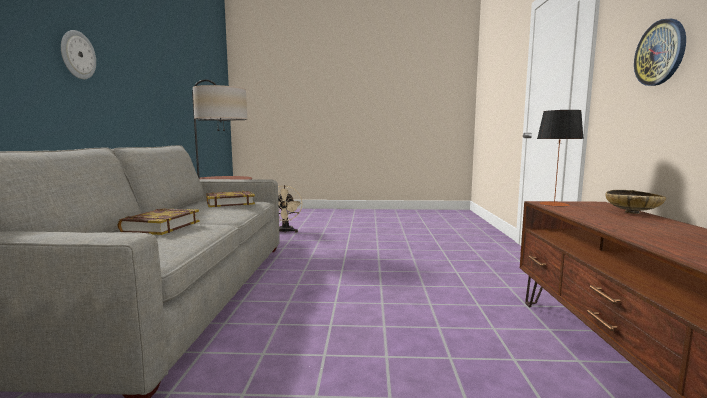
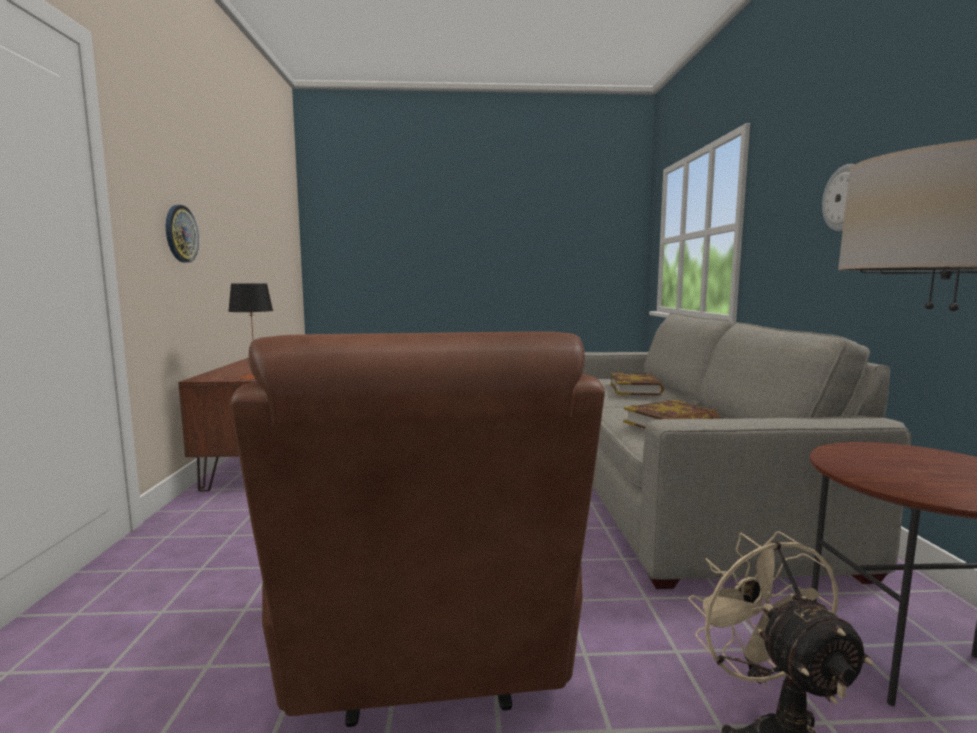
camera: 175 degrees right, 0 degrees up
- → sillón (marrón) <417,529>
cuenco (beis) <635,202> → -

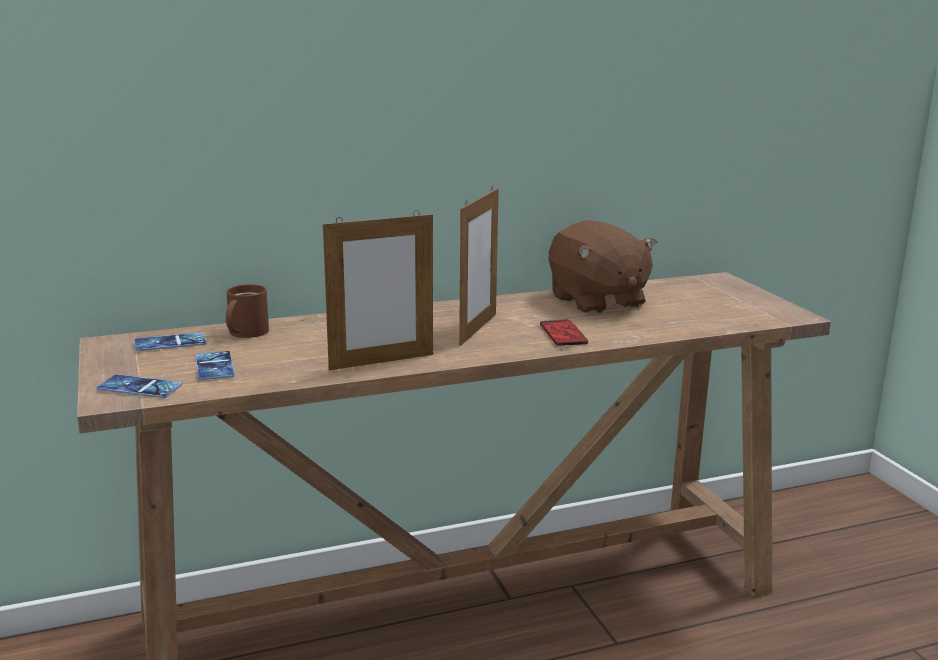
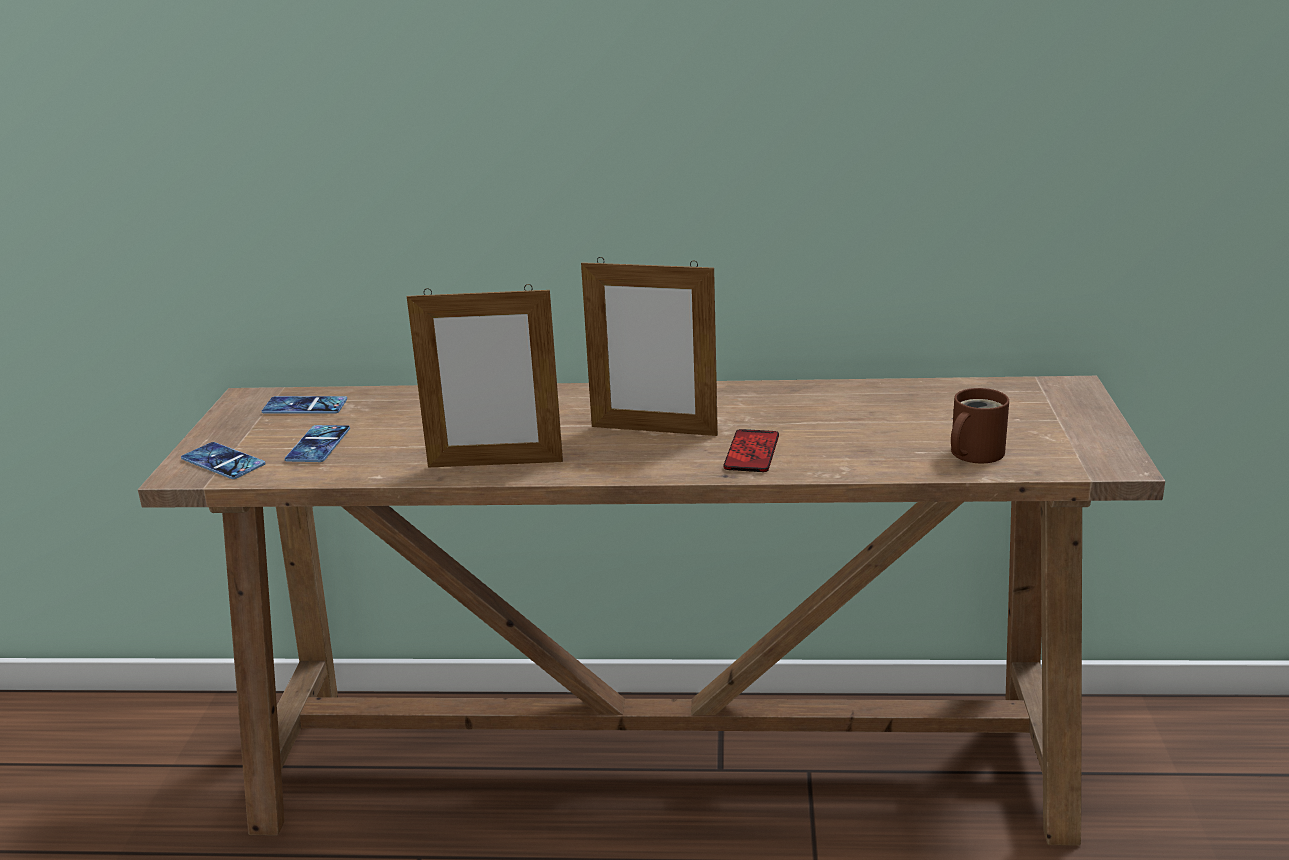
camera: 25 degrees right, 5 degrees up
portarretratos <479,266> → portarretratos <649,346>, 60 degrees clockwise
taza grande (marrón) <247,311> → taza grande (marrón) <980,425>, move
peluche (marrón) <603,267> → -

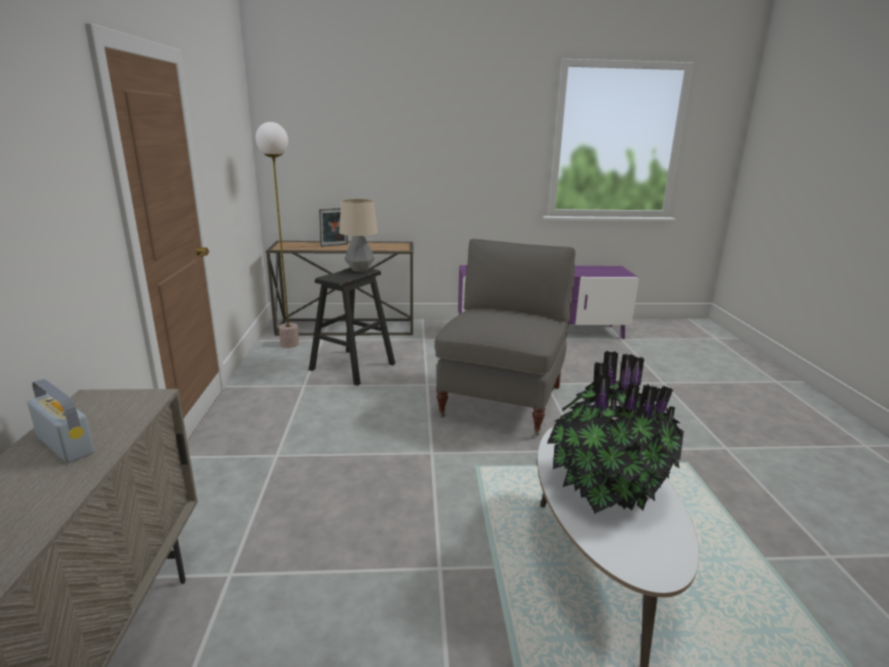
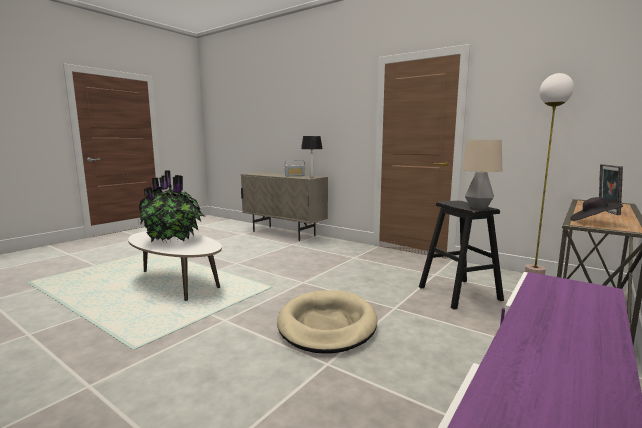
camera: 130 degrees right, 10 degrees down
sillón (gris) <505,337> → cama para perro (beis) <327,322>
- → lámpara de mesa <311,157>
- → sombrero (negro) <596,209>

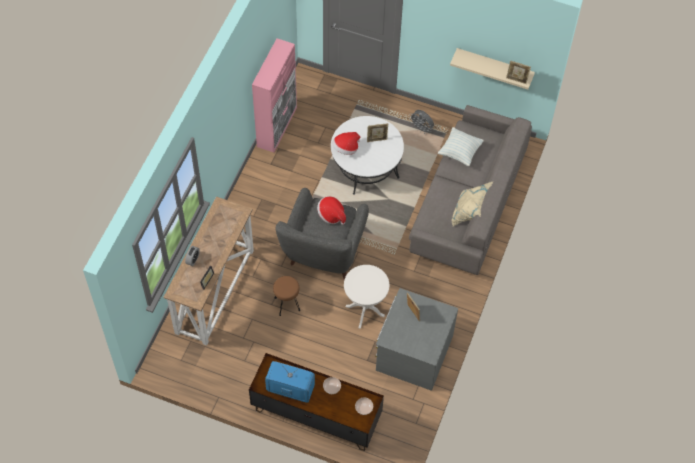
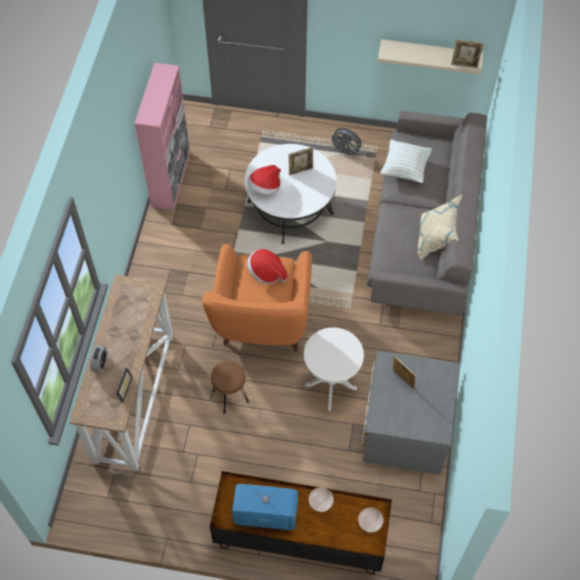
camera: 10 degrees left, 0 degrees up
sillón (gris) <322,234> → sillón (naranja) <257,298>

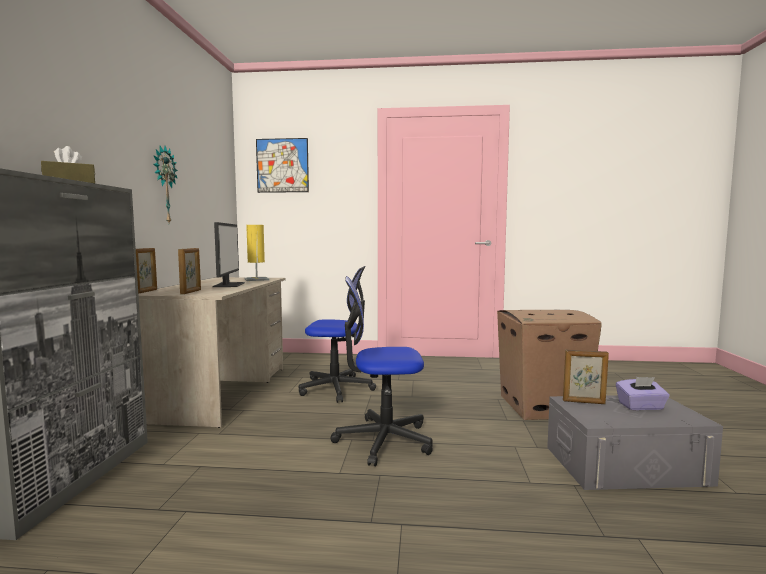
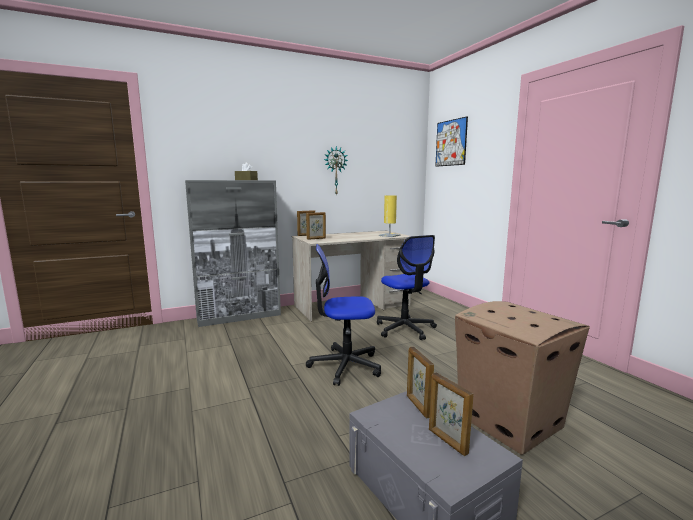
camera: 60 degrees right, 5 degrees up
silla de oficina <382,371> → silla de oficina <343,315>, 60 degrees counterclockwise
caja de pañuelos (morado) <642,393> → portarretratos <451,414>
monitor <228,254> → -

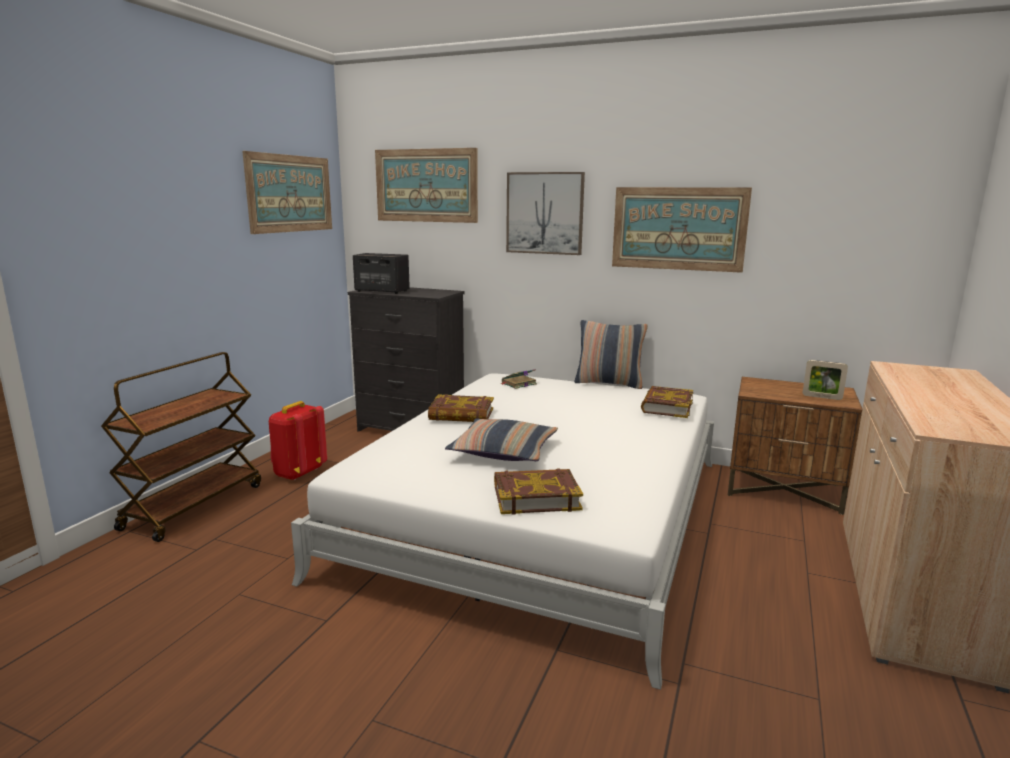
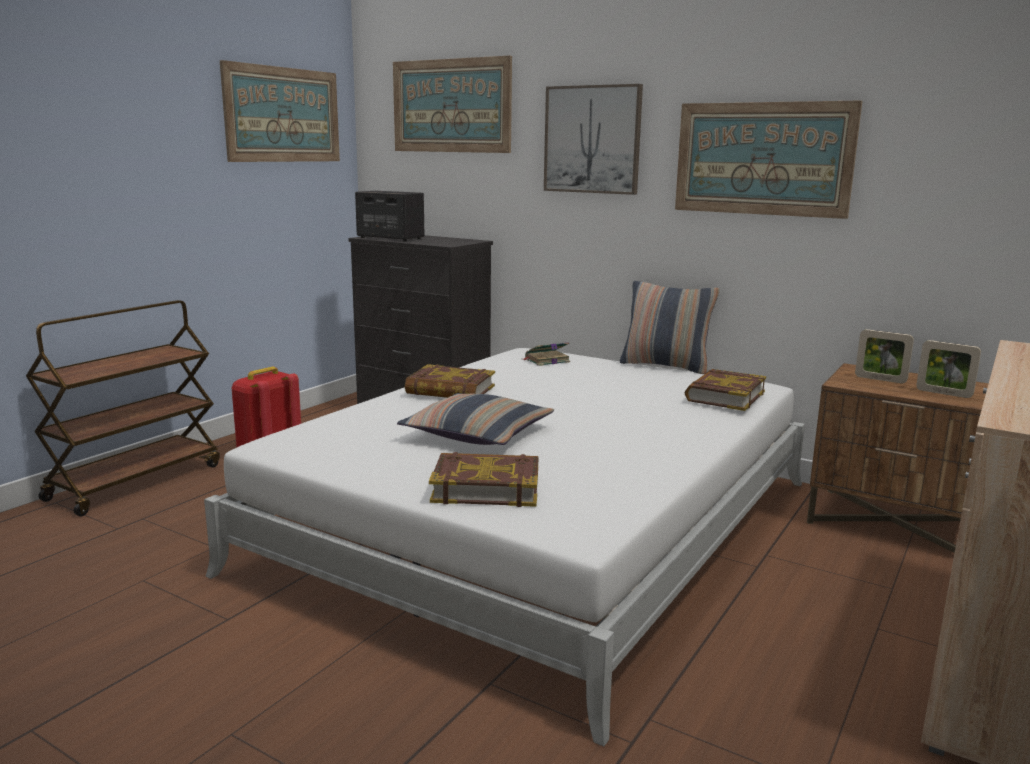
camera: 10 degrees right, 0 degrees up
- → portarretratos <884,356>

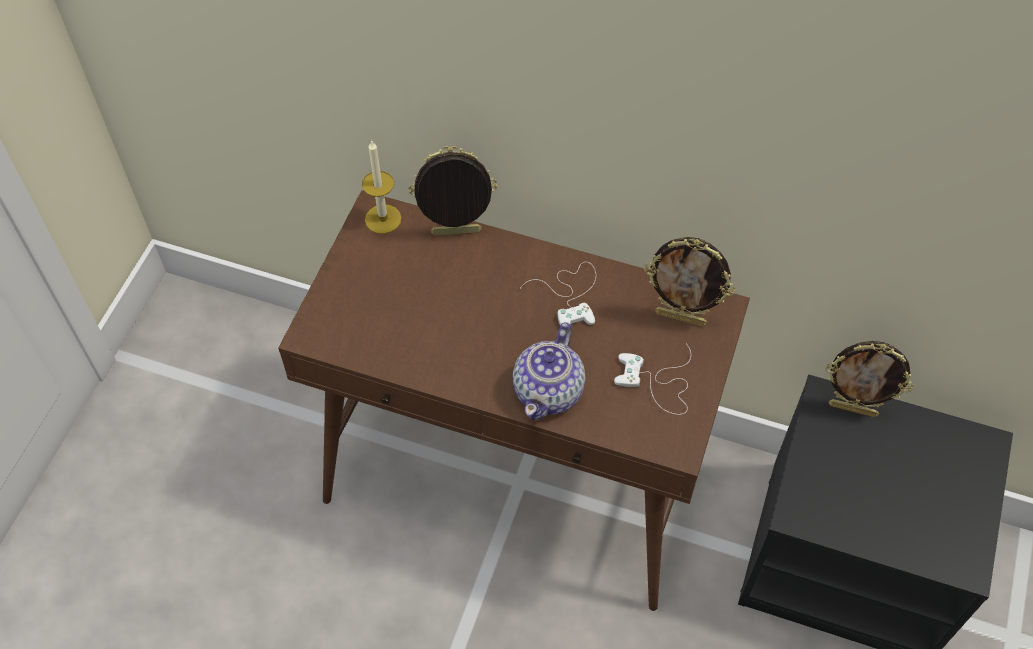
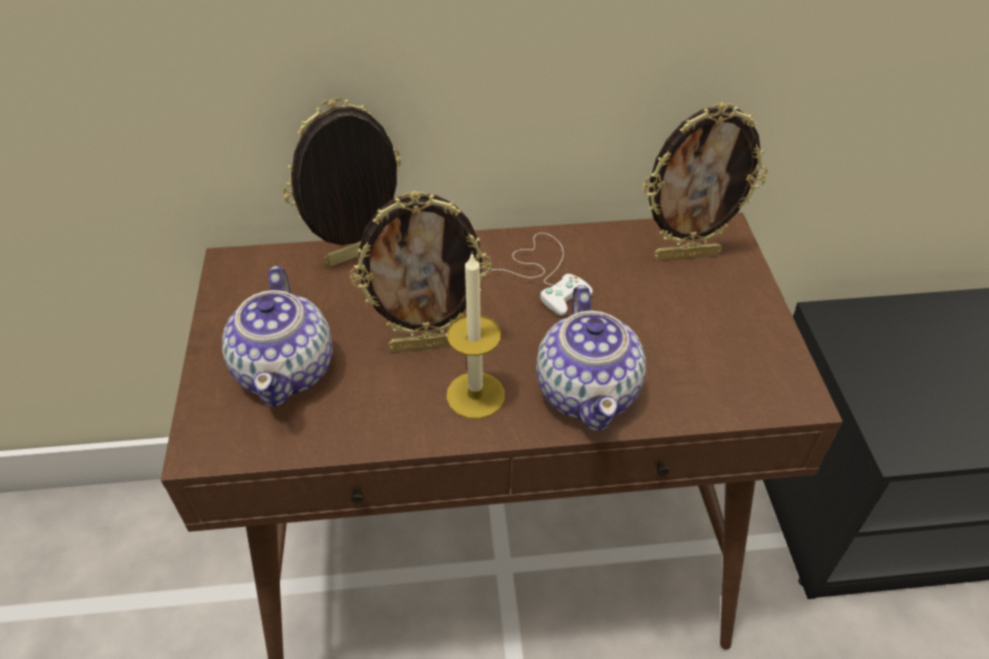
camera: 25 degrees left, 10 degrees down
- → tetera <277,336>
portarretratos <869,379> → portarretratos <421,271>, move
vela <382,187> → vela <475,335>, move
mando de consola (blanco) <652,379> → -

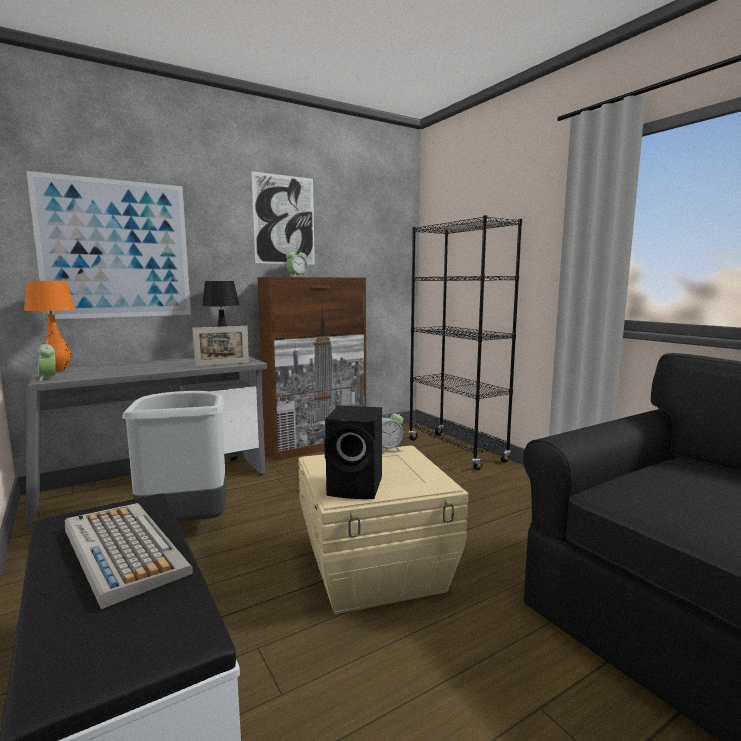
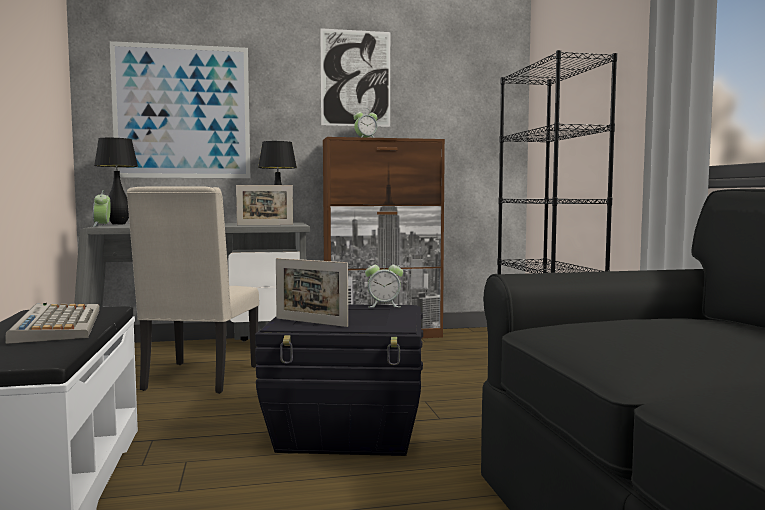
camera: 20 degrees right, 5 degrees down
lámpara de mesa (naranja) <49,326> → lámpara de mesa (negro) <116,181>
papelera (gris) <174,456> → silla (beis) <192,290>
caja de almacenaje (beis) <383,529> → caja de almacenaje (negro) <339,380>
altavoz (negro) <353,452> → portarretratos <312,292>

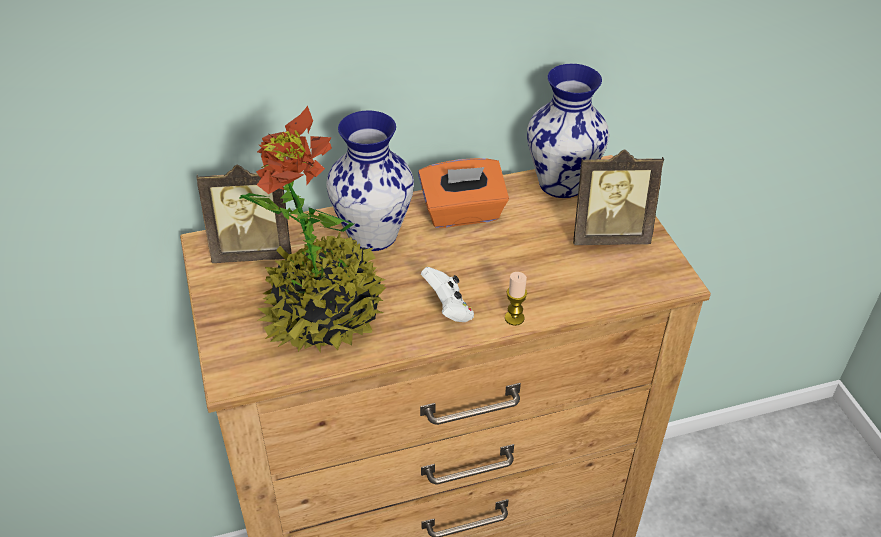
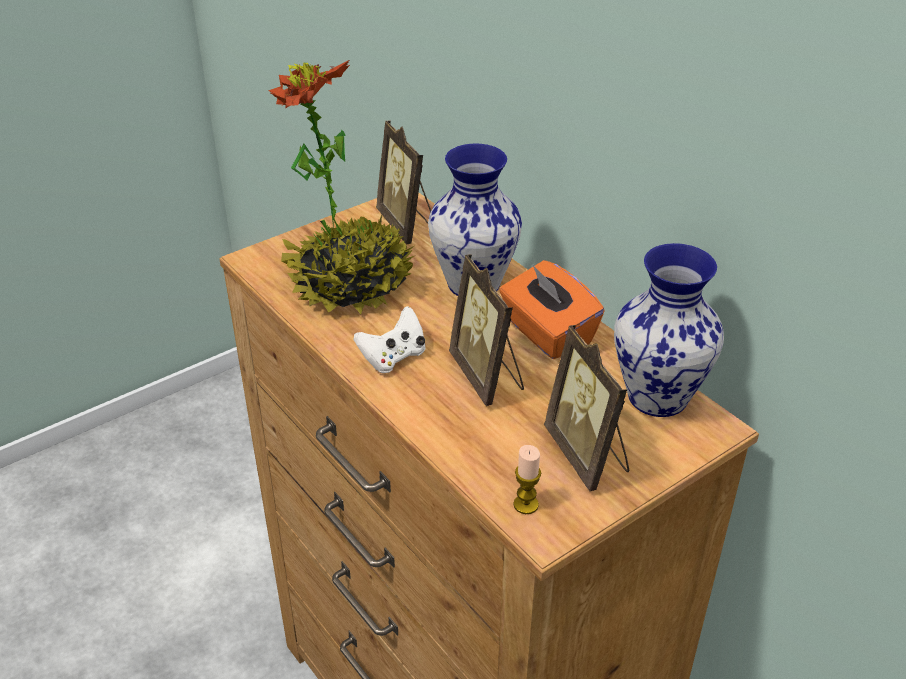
camera: 70 degrees right, 5 degrees down
- → portarretratos <486,330>
vela <516,299> → vela <527,479>, move

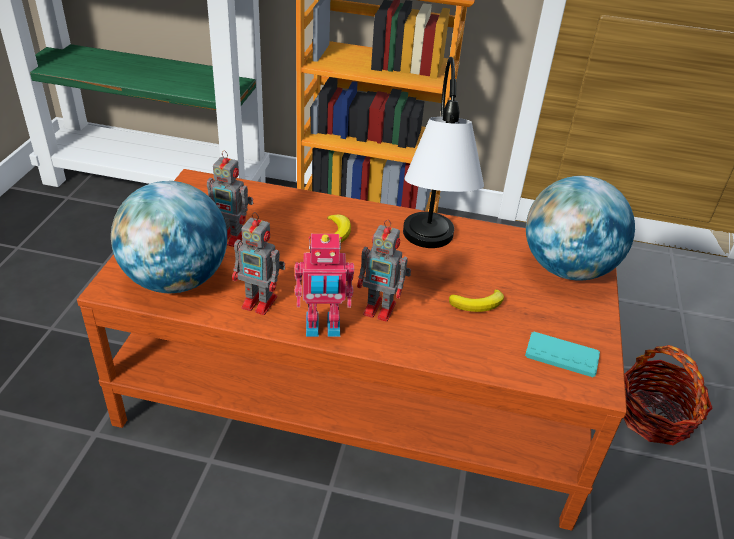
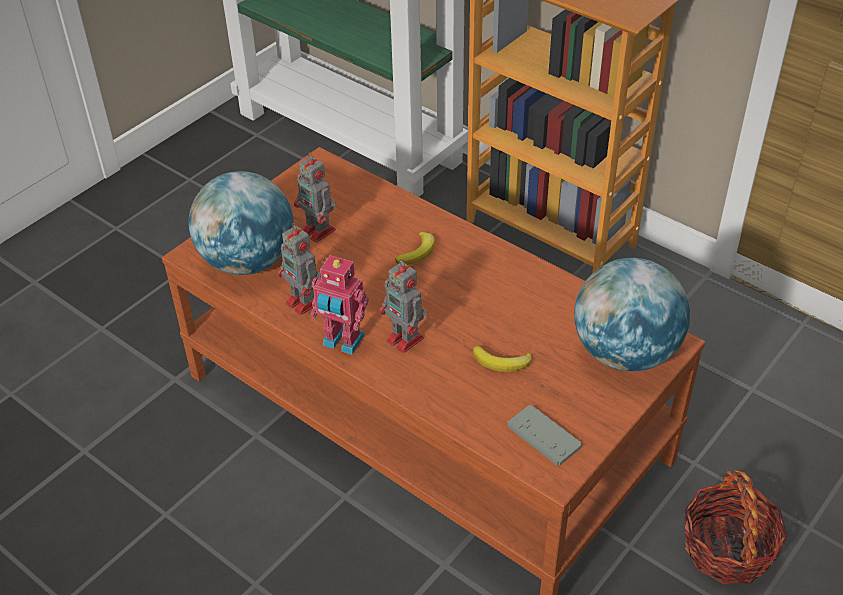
camera: 30 degrees right, 5 degrees up
mando de consola (turquesa) <562,354> → mando de consola (gris) <544,435>
lámpara de mesa <443,152> → -

